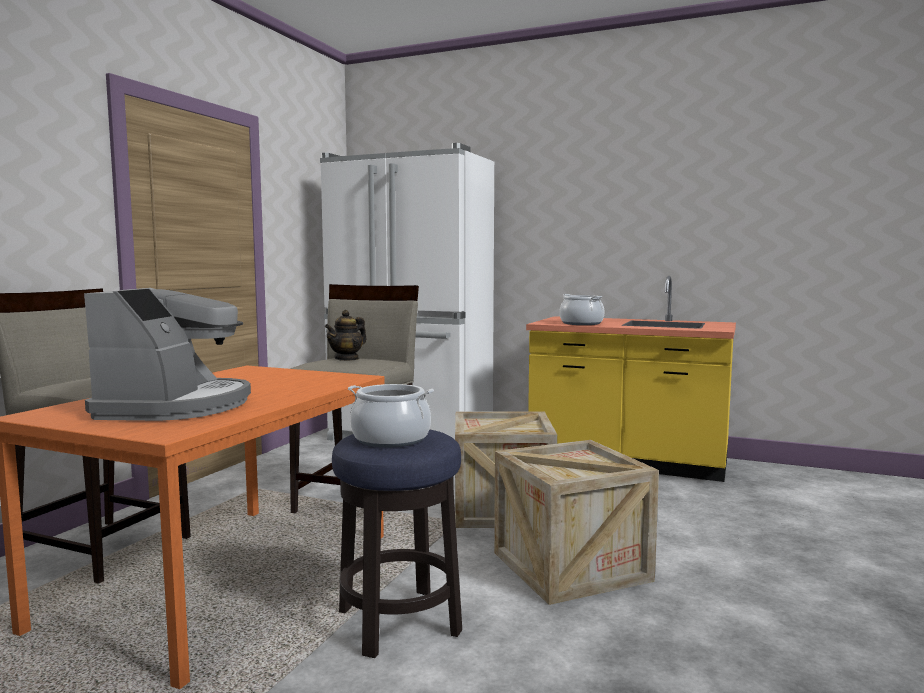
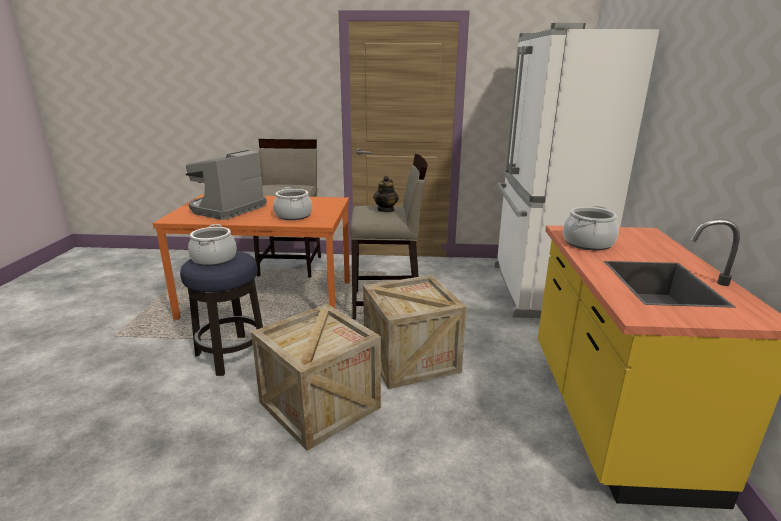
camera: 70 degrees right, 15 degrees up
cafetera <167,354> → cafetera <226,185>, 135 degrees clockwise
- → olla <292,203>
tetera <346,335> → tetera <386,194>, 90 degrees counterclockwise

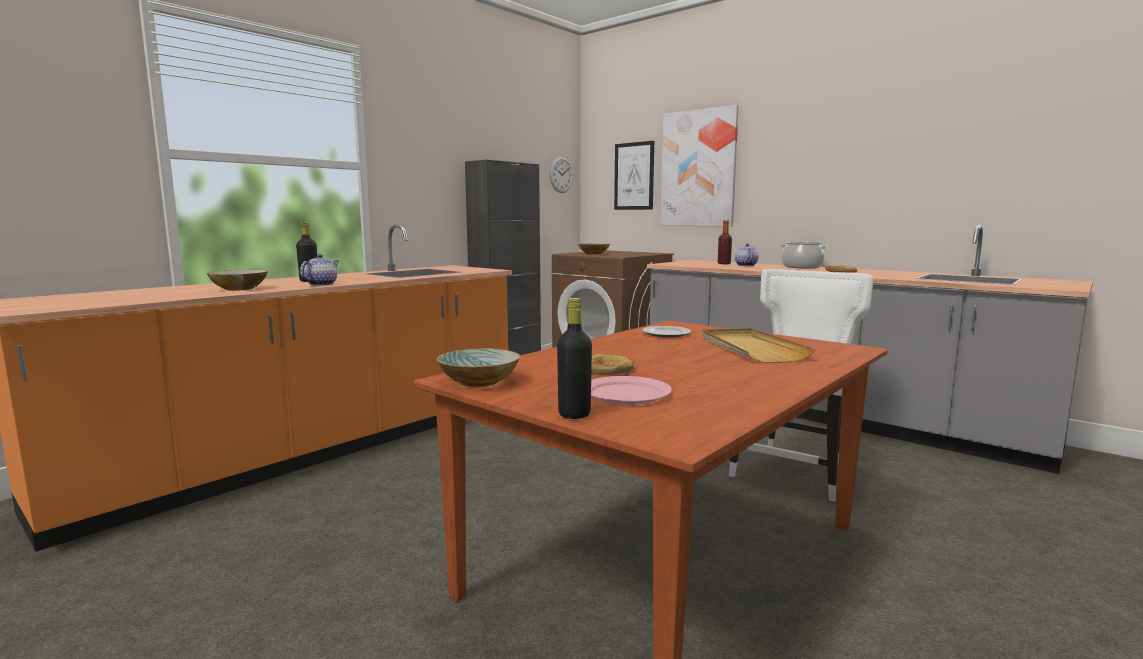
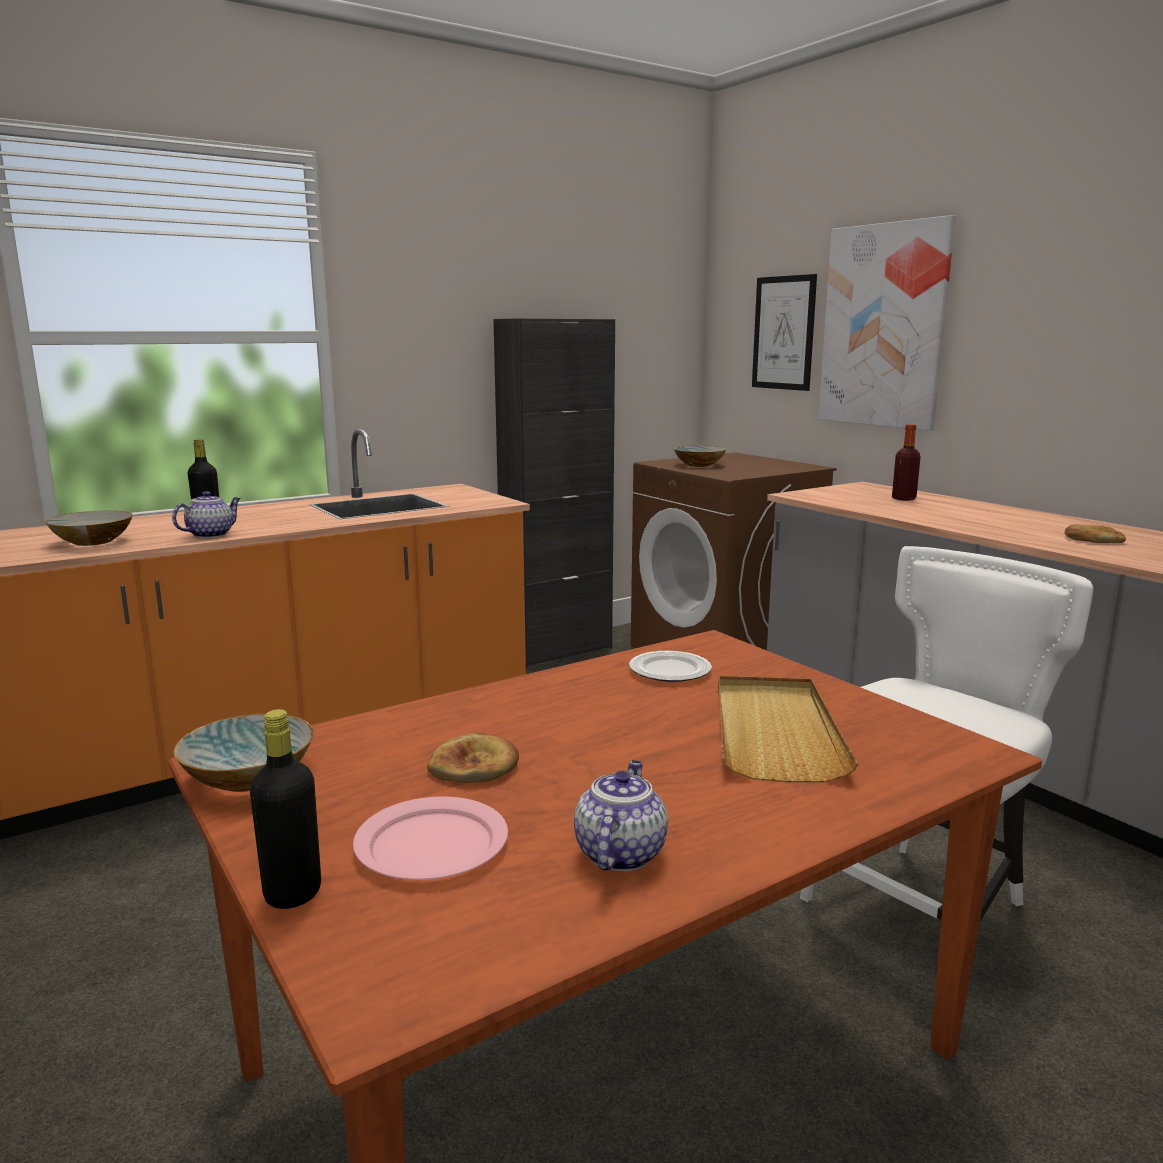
camera: 15 degrees right, 5 degrees up
tetera <747,254> → tetera <621,815>, move
reloj de pared <561,175> → -
olla <803,255> → -

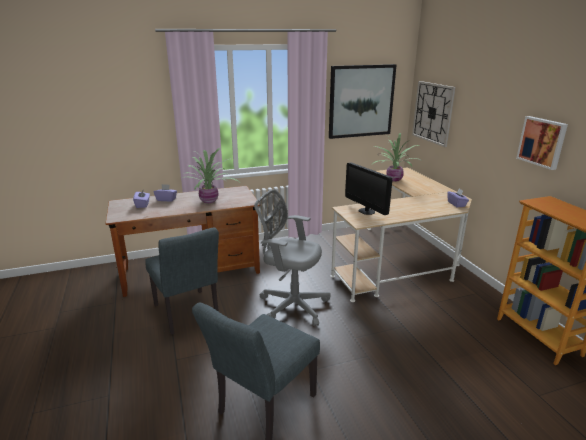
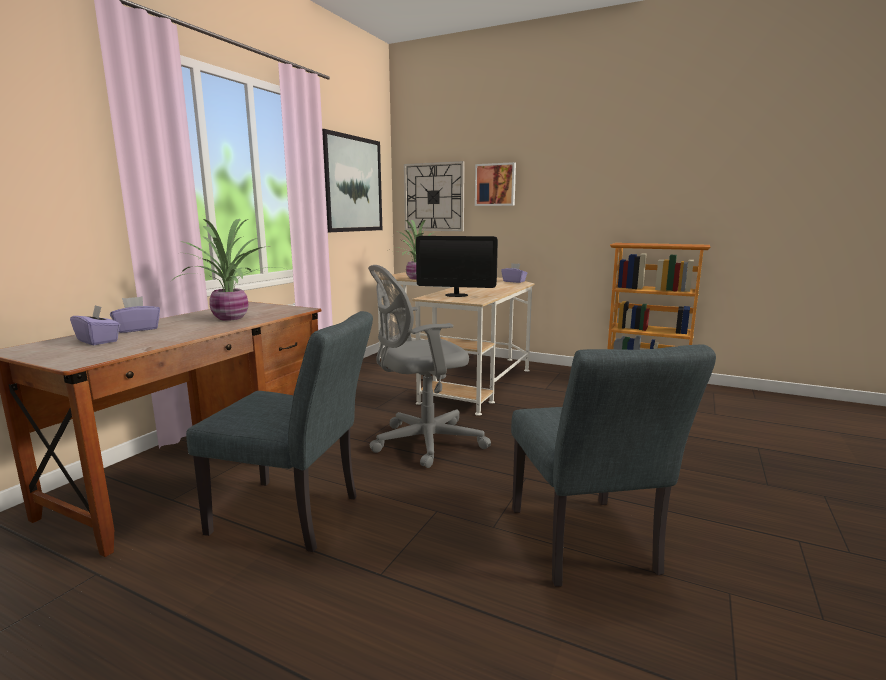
camera: 45 degrees left, 10 degrees down
cuadro <542,143> → cuadro <495,184>, move

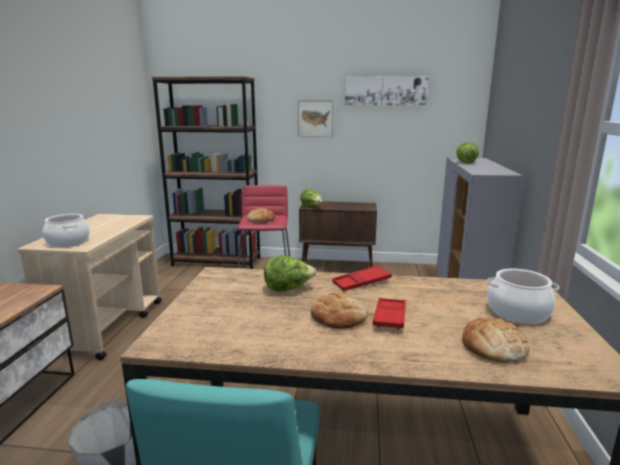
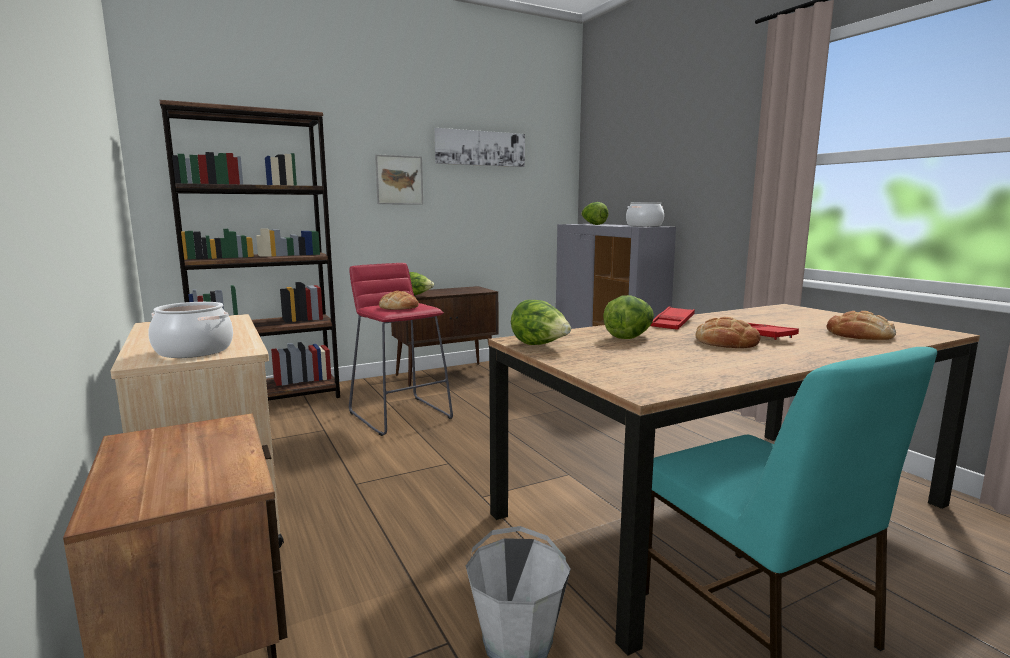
camera: 35 degrees left, 5 degrees down
- → lechuga <541,322>
olla <523,296> → olla <645,214>, move

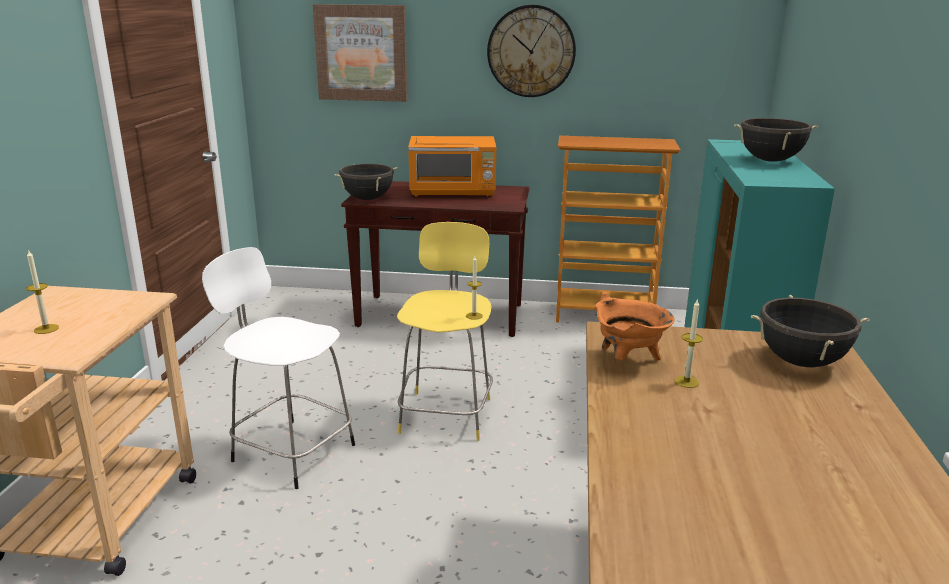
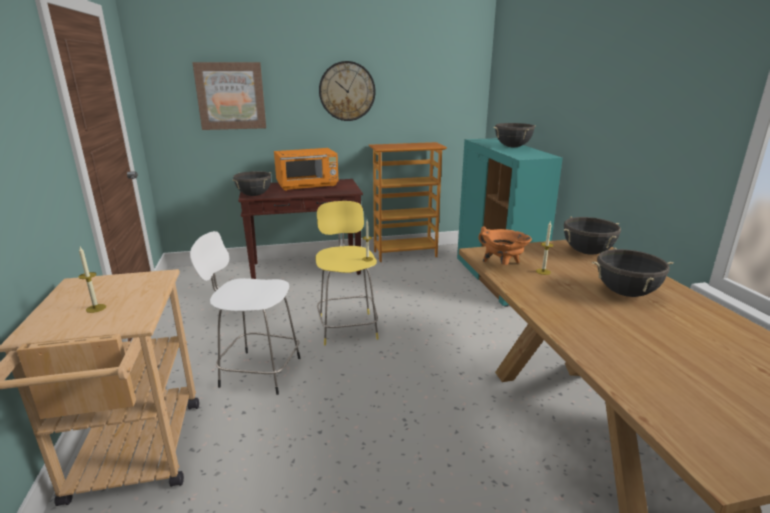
camera: 20 degrees left, 0 degrees up
- → olla (negro) <632,272>

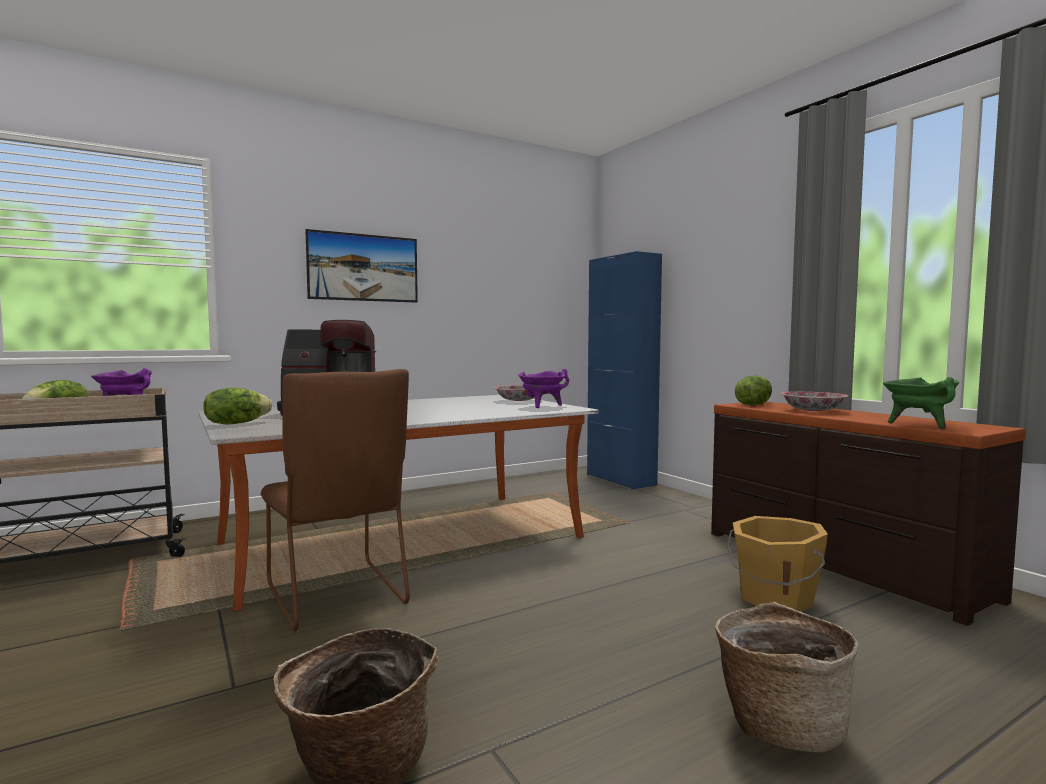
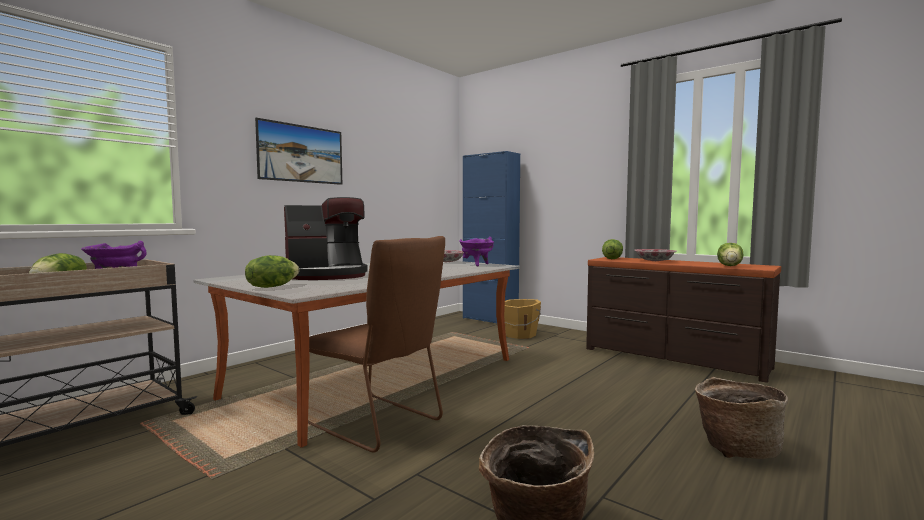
camera: 20 degrees left, 0 degrees up
cubo (naranja) <777,563> → cubo (naranja) <522,319>, move
olla (verde) <921,403> → lechuga <730,254>

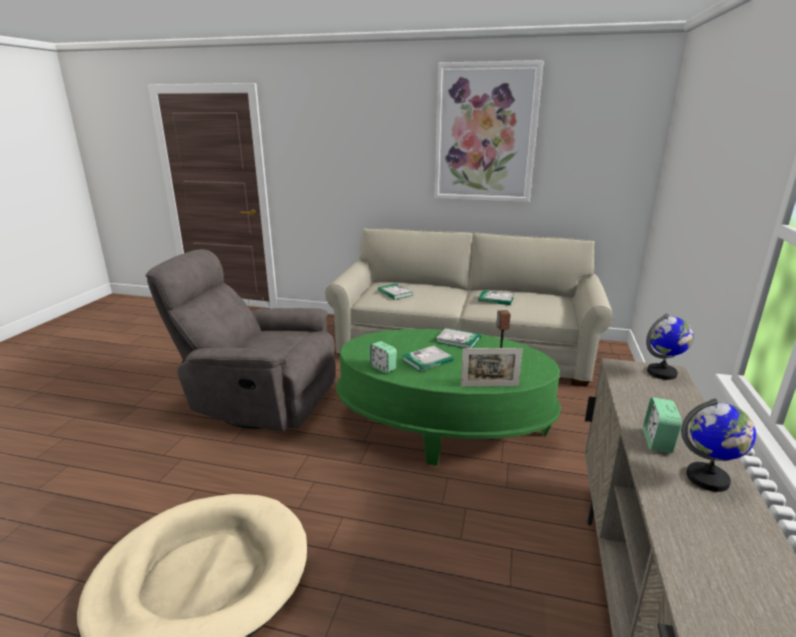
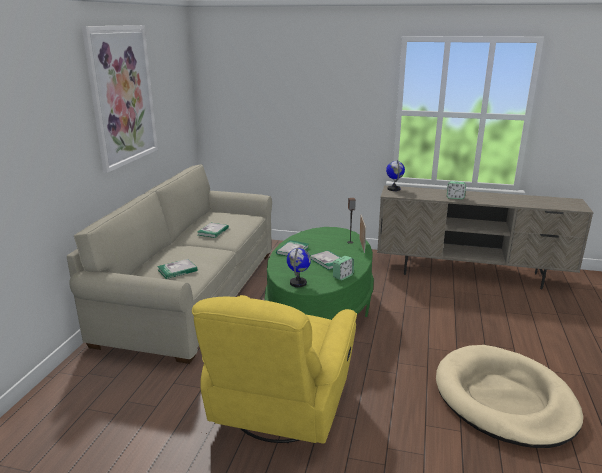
camera: 90 degrees left, 0 degrees up
sillón (gris) <240,340> → sillón (amarillo) <274,369>
globo terráqueo <718,445> → globo terráqueo <299,267>, move

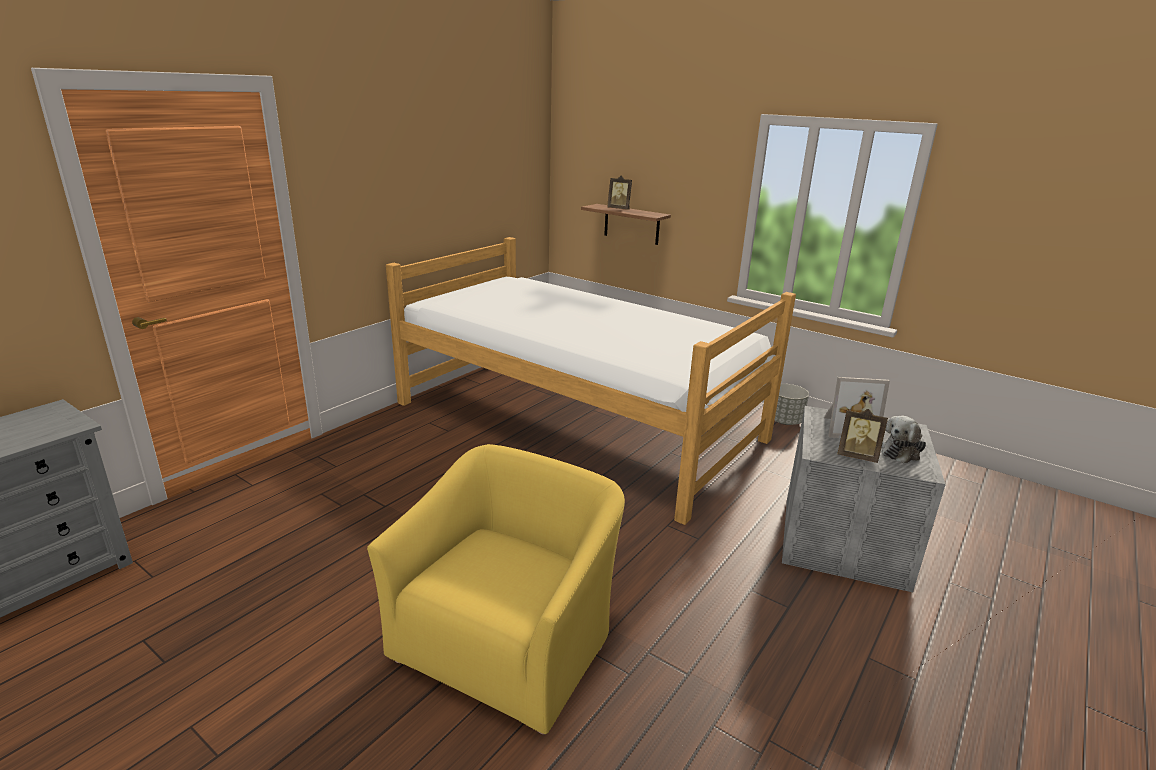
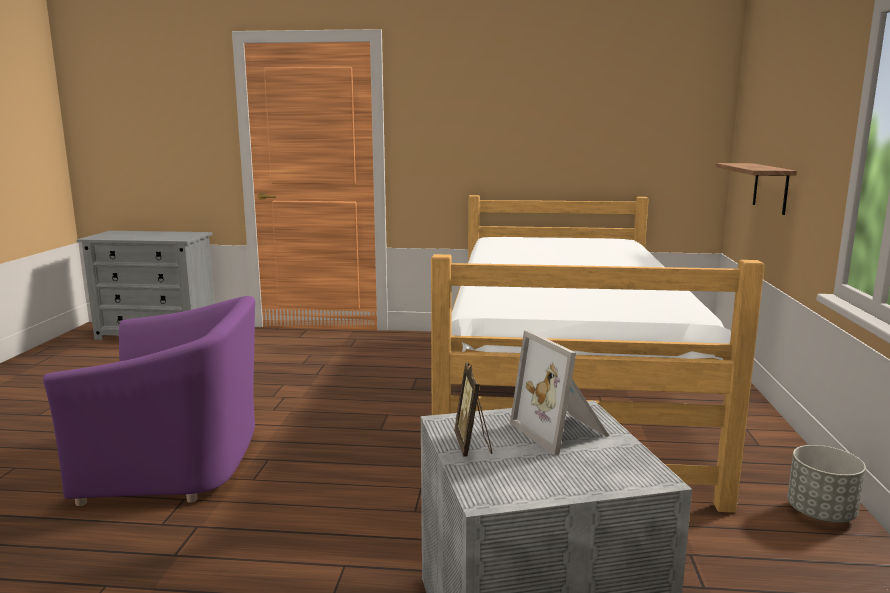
camera: 60 degrees right, 10 degrees down
sillón (amarillo) <496,589> → sillón (morado) <149,401>
portarretratos <619,193> → -
peluche <903,440> → -

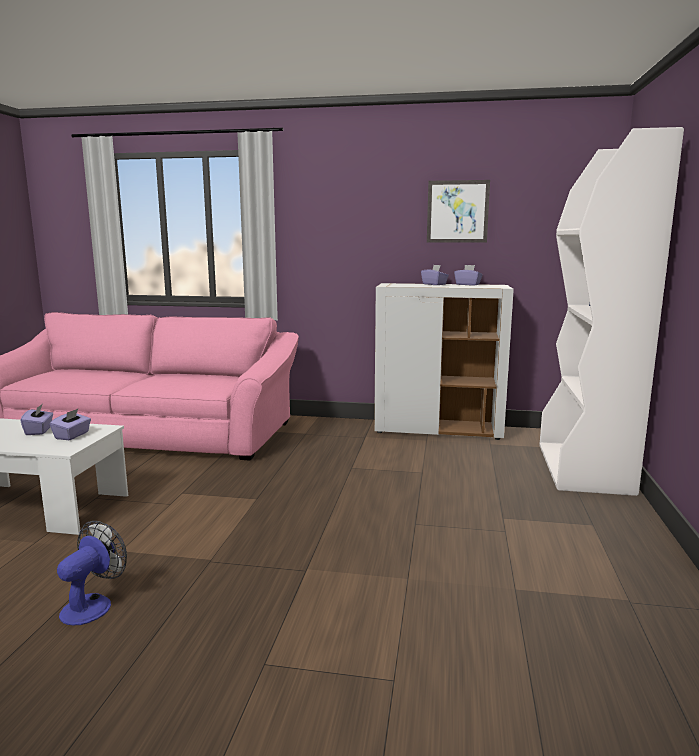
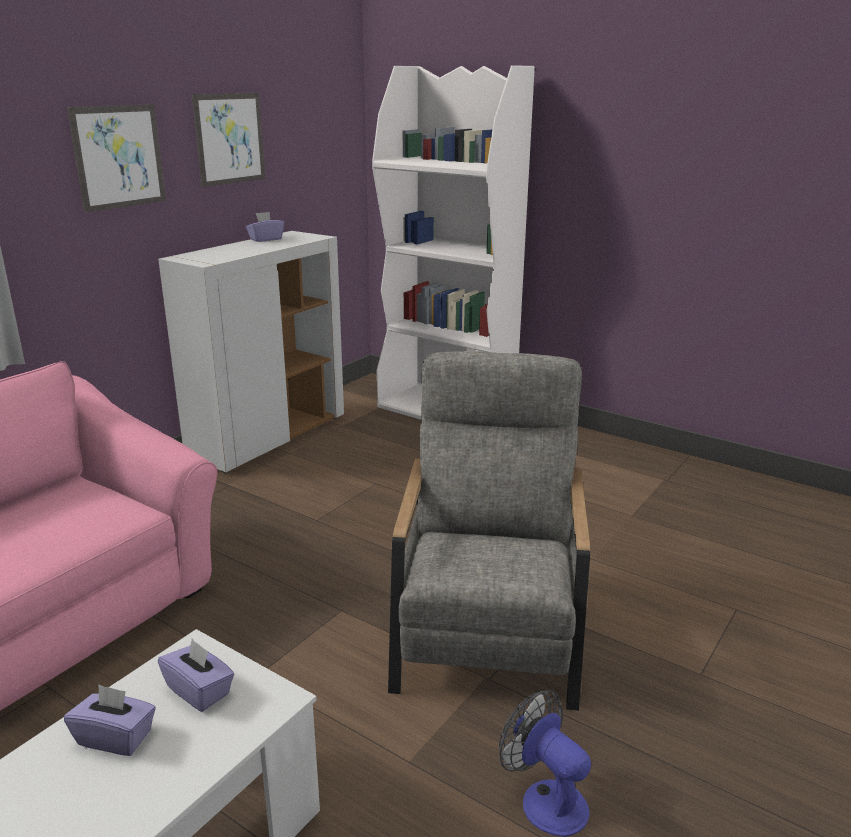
camera: 65 degrees left, 10 degrees up
- → cuadro <116,158>
- → sillón (gris) <489,531>
caja de pañuelos (morado) <435,275> → -

